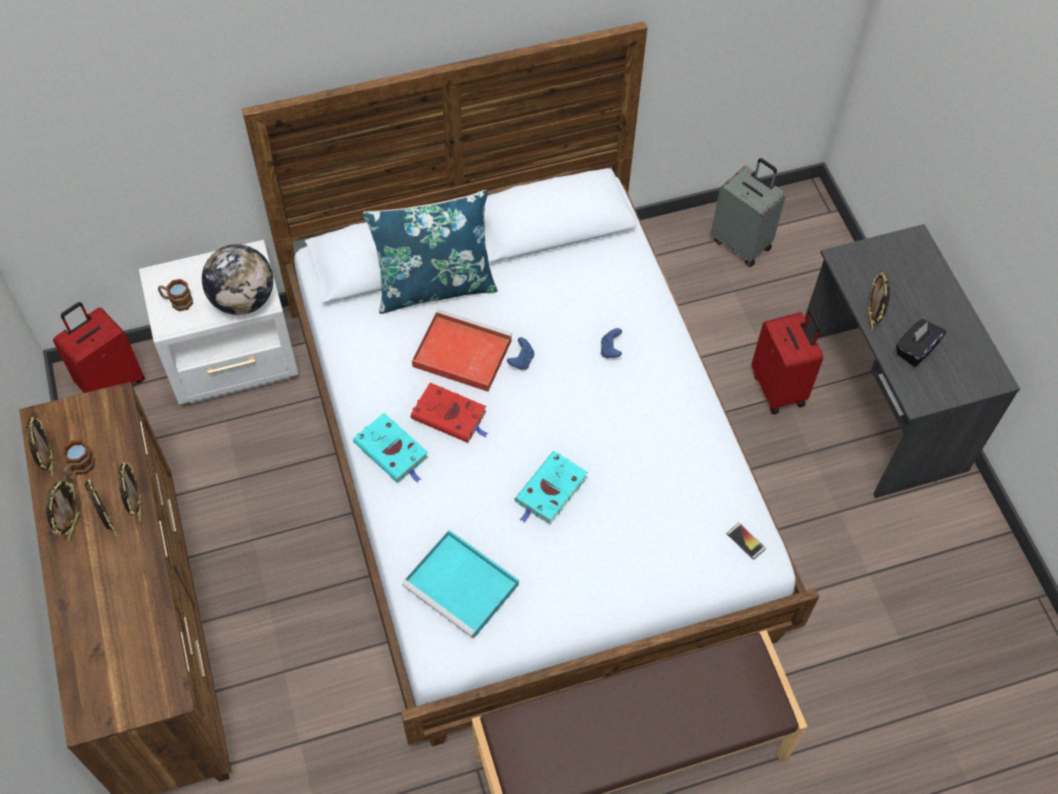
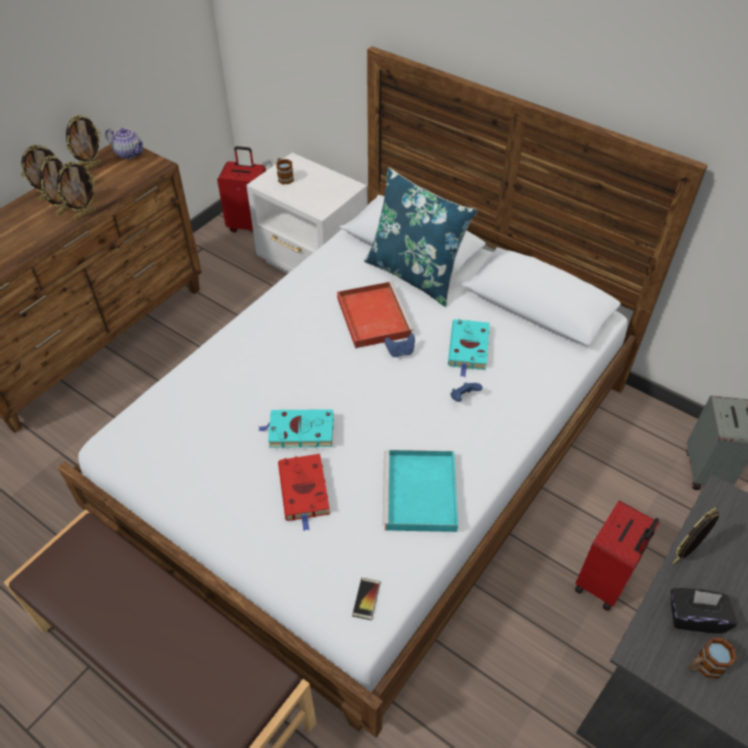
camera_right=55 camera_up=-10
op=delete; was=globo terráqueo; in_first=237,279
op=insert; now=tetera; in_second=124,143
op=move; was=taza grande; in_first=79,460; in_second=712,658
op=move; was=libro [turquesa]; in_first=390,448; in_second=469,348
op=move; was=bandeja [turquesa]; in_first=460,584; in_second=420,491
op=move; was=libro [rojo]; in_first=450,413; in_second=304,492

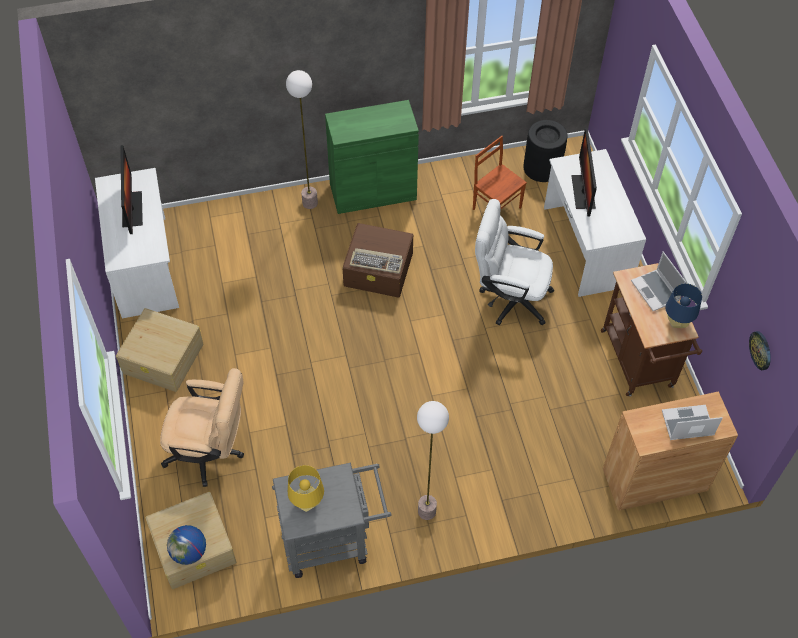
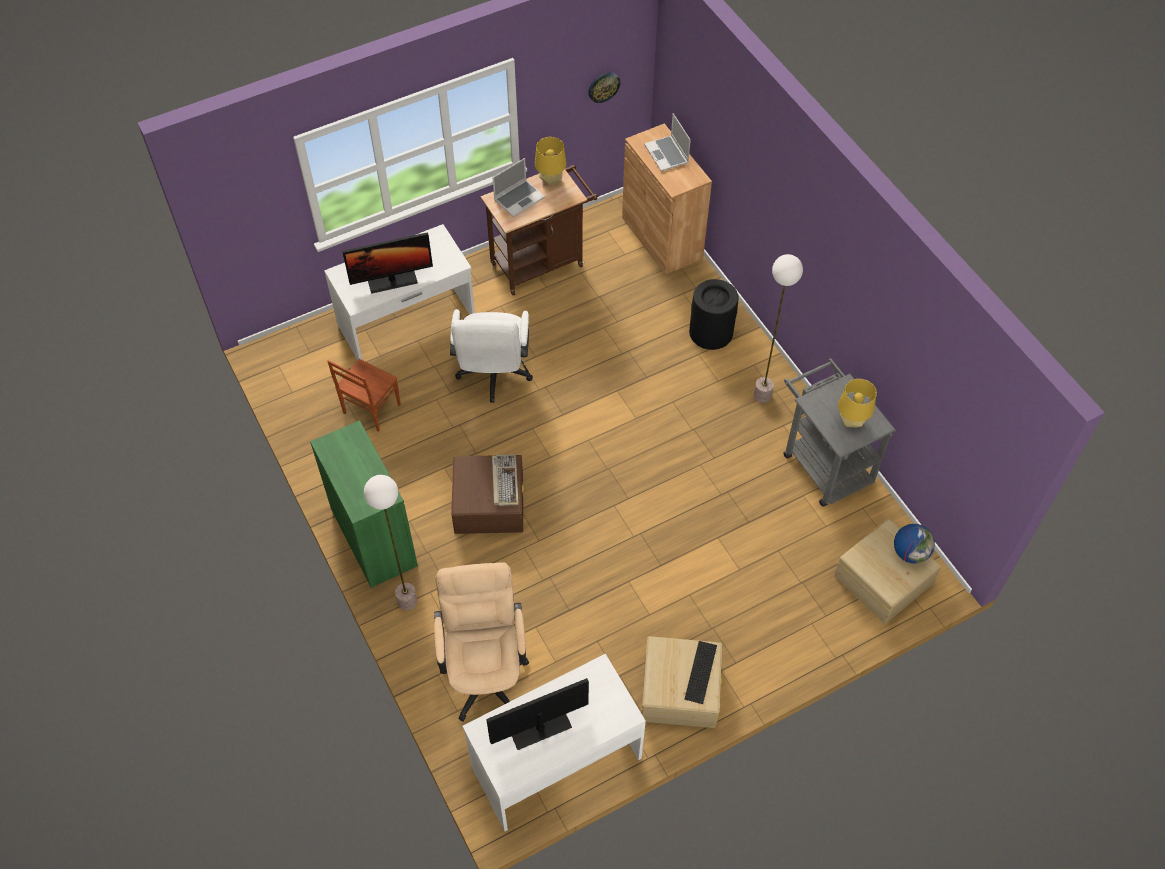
camera_right=-105 camera_up=0
op=insert; now=teclado; in_second=701,672
op=move; was=silla de oficina [beis]; in_first=202,427; in_second=481,642
op=move; was=papelera [negro]; in_first=545,151; in_second=714,314
op=recolor; was=lámpara de mesa [azul]; now=lámpara de mesa [amarillo]; in_first=683,305; in_second=550,161

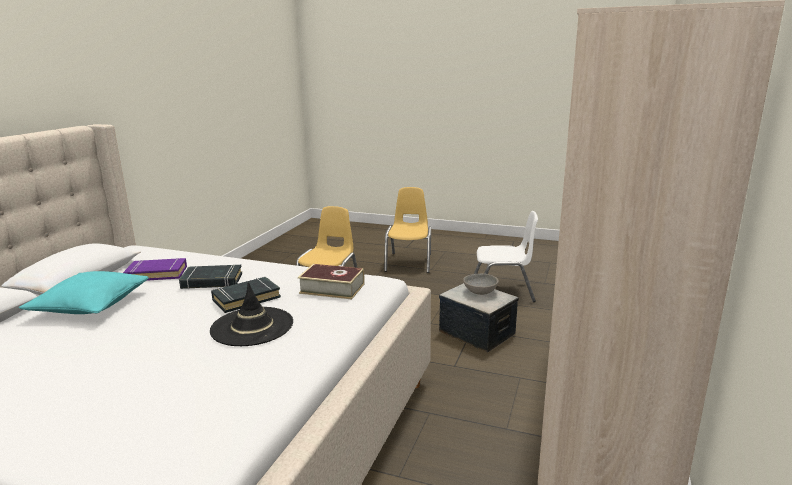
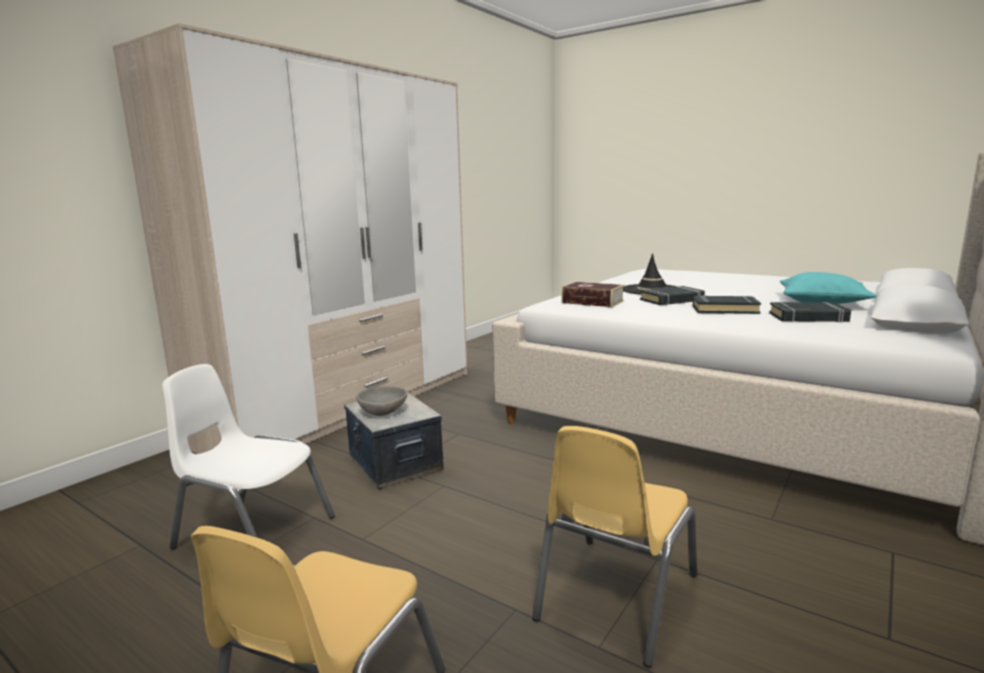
camera_right=-165 camera_up=-5
op=recolor; was=libro [morado]; now=libro [negro]; in_first=155,269; in_second=810,312

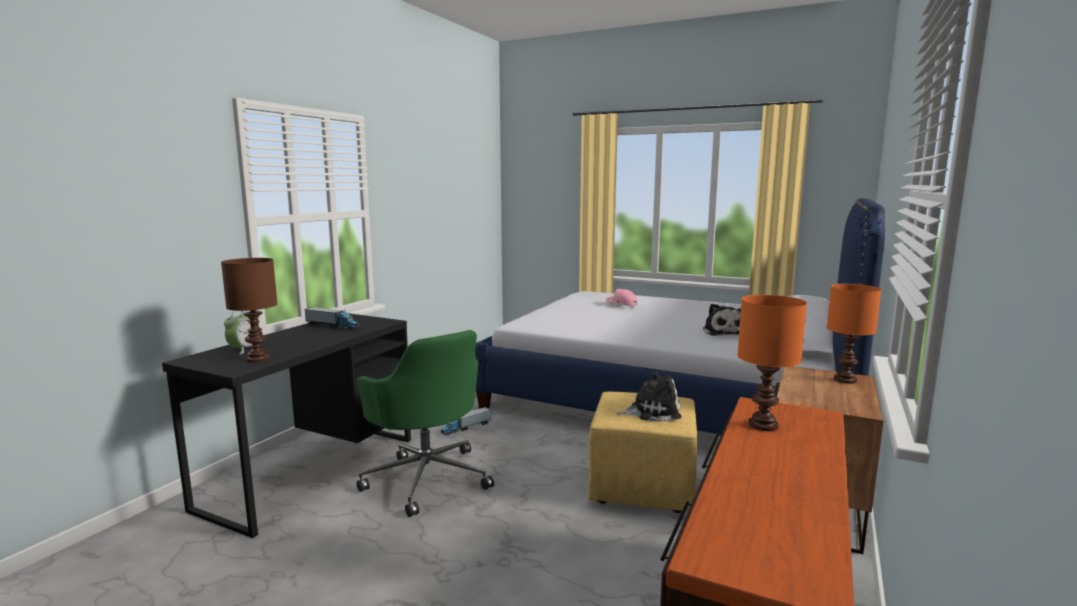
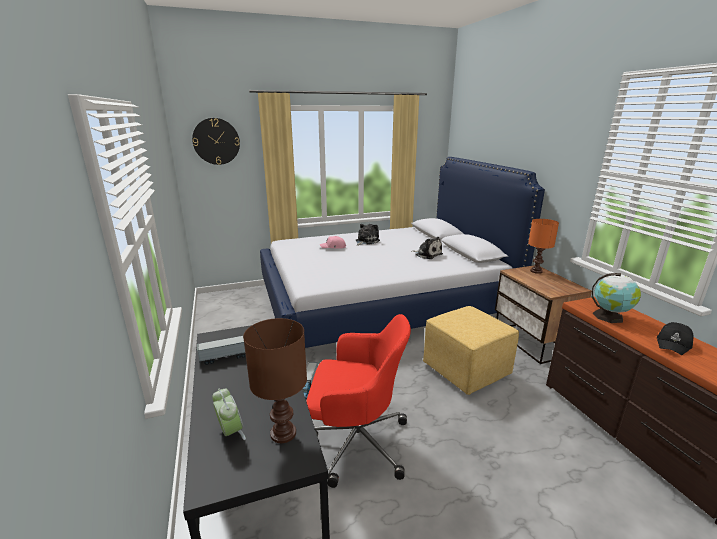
camera_right=-45 camera_up=10
op=insert; now=reloj de pared; in_second=216,141
op=insert; now=gorra [negro]; in_second=675,338
op=move; was=peluche; in_first=649,396; in_second=367,235
op=replace; was=lámpara de mesa [naranja]; now=globo terráqueo; in_first=772,363; in_second=616,298
op=recolor; was=silla de oficina [verde]; now=silla de oficina [rojo]; in_first=425,423; in_second=358,401

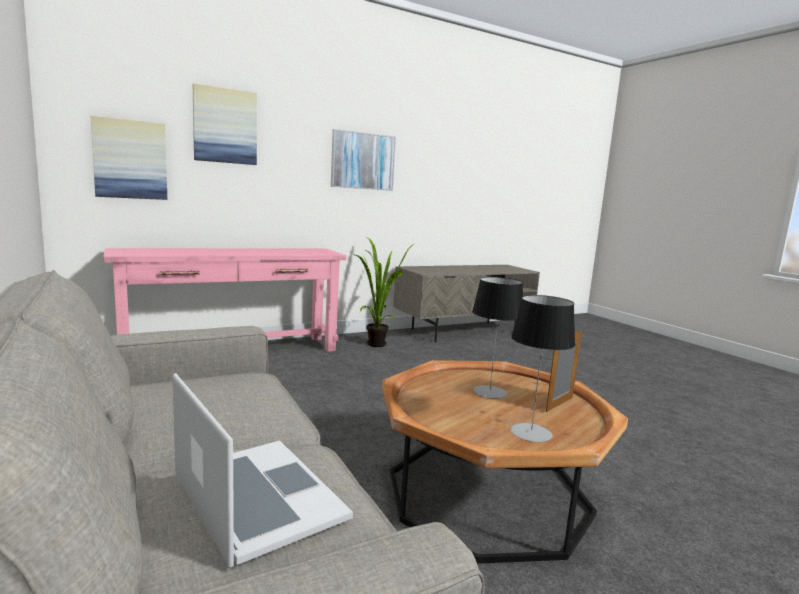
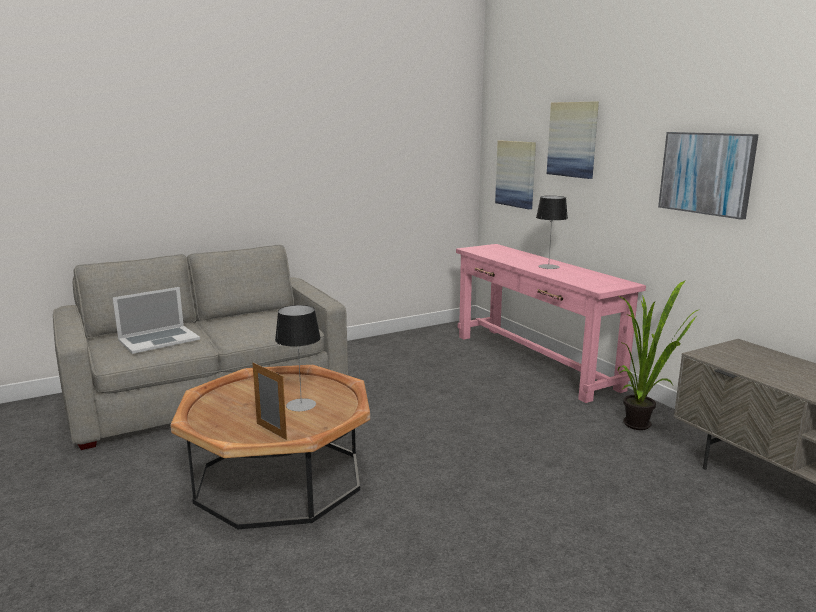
camera_right=90 camera_up=5
op=move; was=lámpara de mesa; in_first=543,368; in_second=552,232

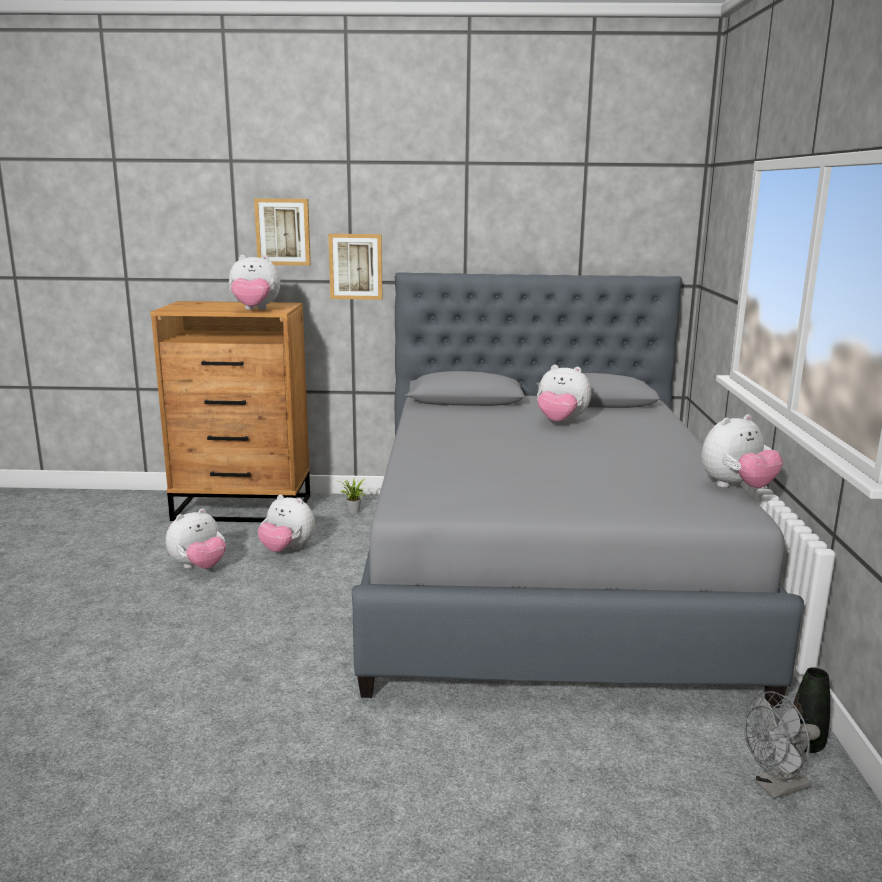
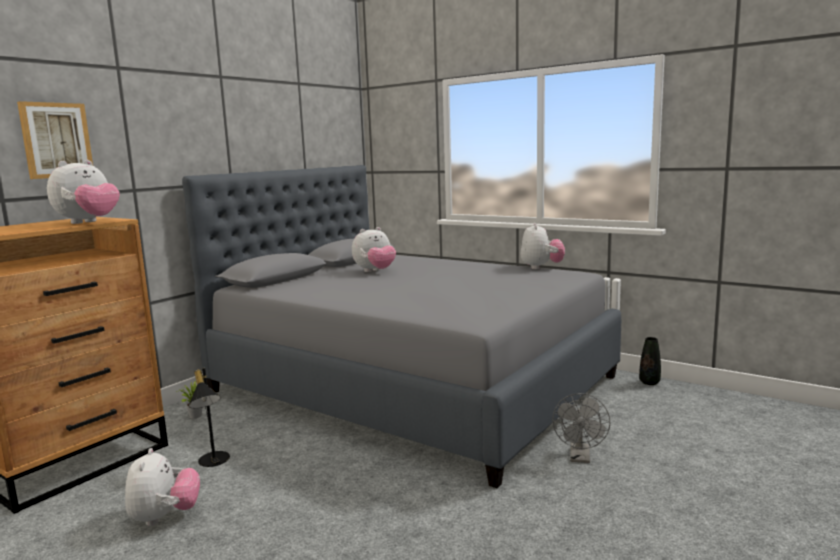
camera_right=-55 camera_up=-5
op=delete; was=cuadro; in_first=355,267
op=move; was=ventilador [gris]; in_first=782,745; in_second=581,428
op=replace; was=peluche; now=lámpara de mesa [negro]; in_first=286,523; in_second=209,417

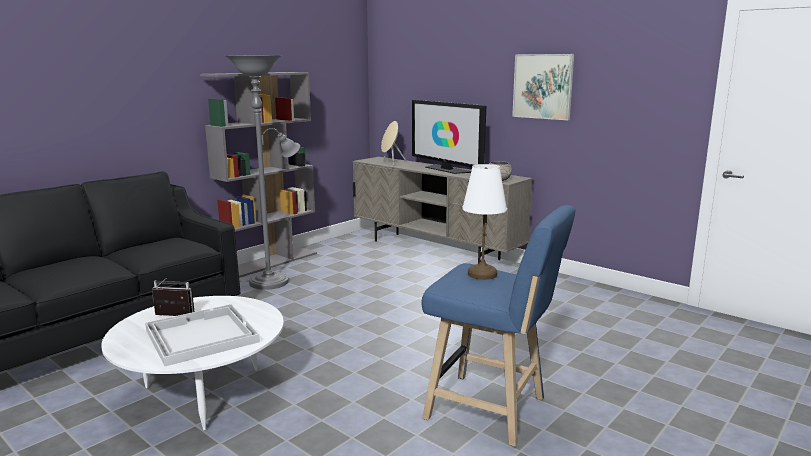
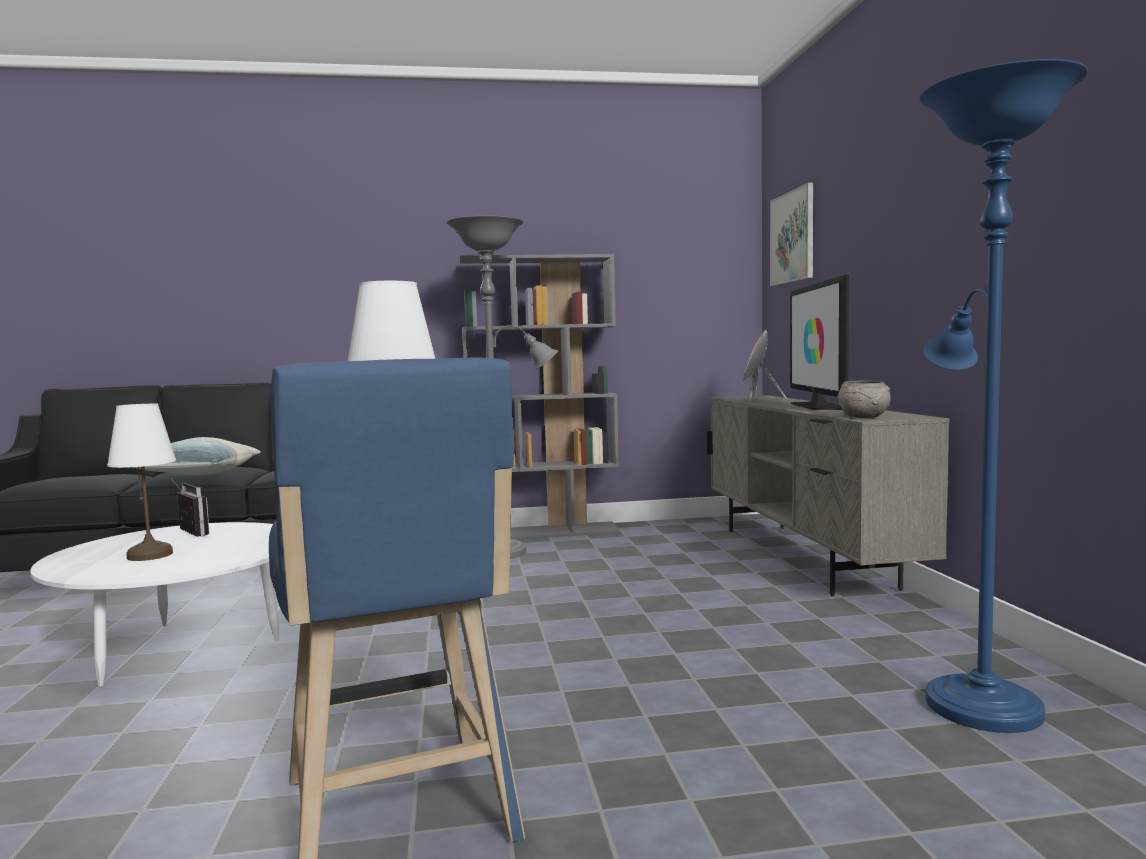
camera_right=40 camera_up=-10
op=insert; now=cojín; in_second=197,456
op=insert; now=lámpara de pie [azul]; in_second=1003,396
op=move; was=cuadro; in_first=543,87; in_second=791,234
op=replace; was=bandeja [blanco]; now=lámpara de mesa [blanco]; in_first=202,335; in_second=141,482

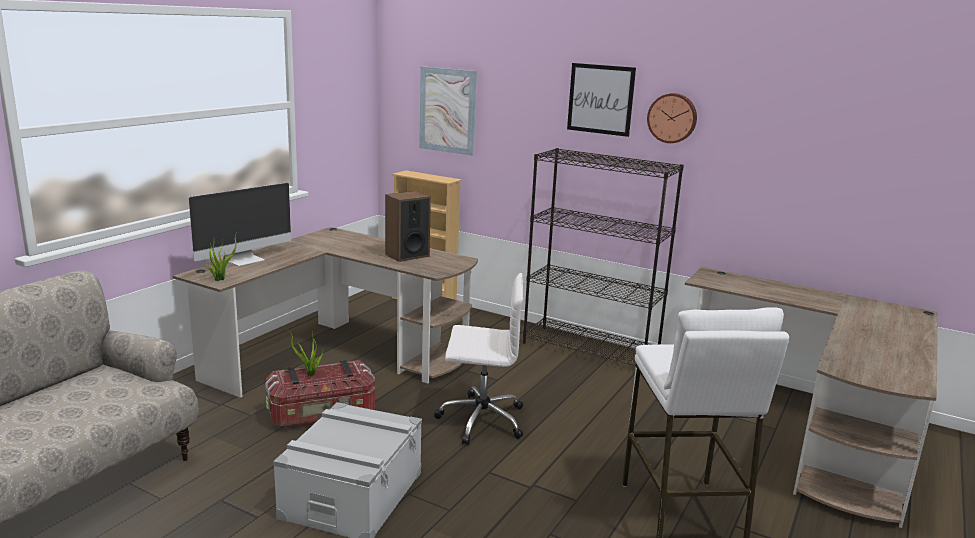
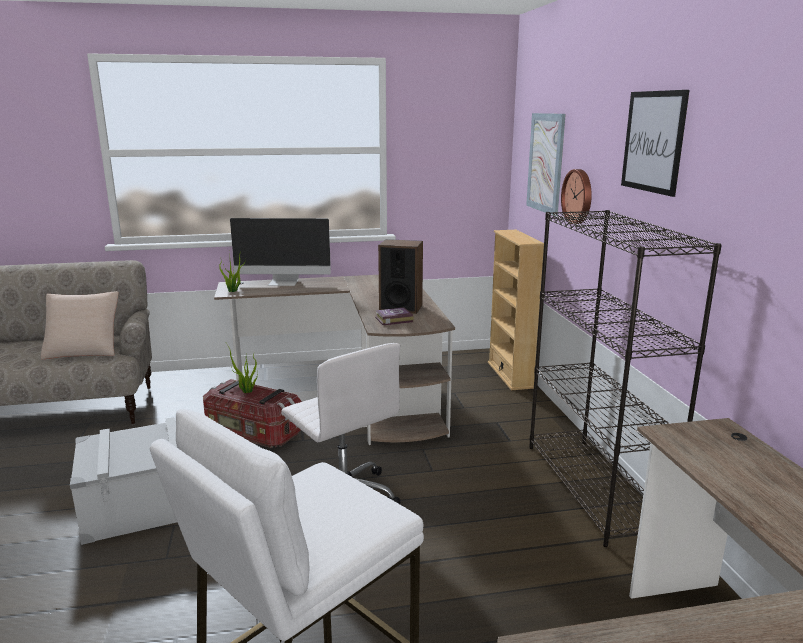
camera_right=50 camera_up=0
op=insert; now=cojín [beis]; in_second=79,325
op=insert; now=libro; in_second=394,316
op=move; was=reloj de pared; in_first=672,118; in_second=576,196

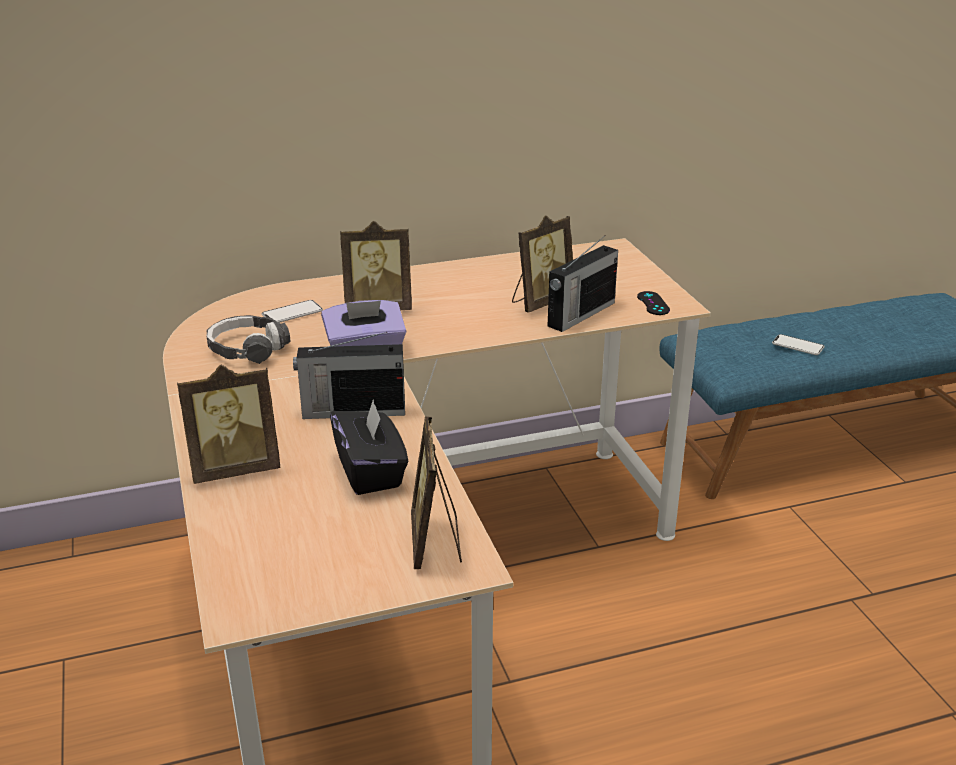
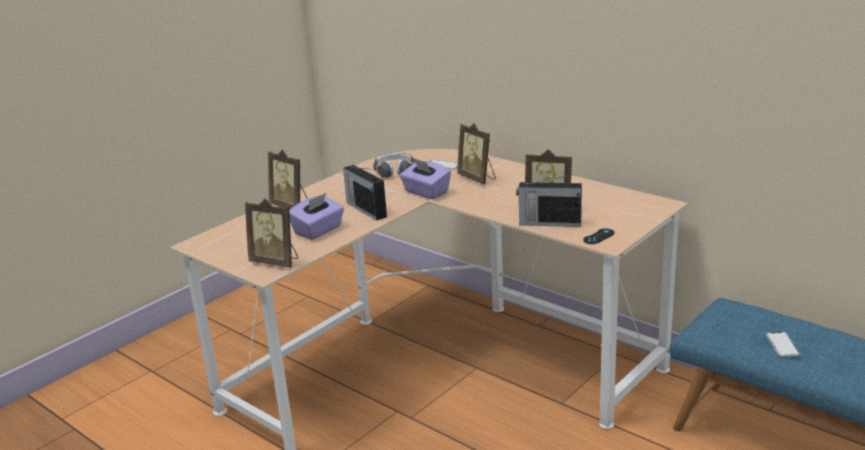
camera_right=60 camera_up=-5
op=recolor; was=caja de pañuelos [negro]; now=caja de pañuelos [morado]; in_first=369,446; in_second=316,216
op=rotate; was=portarretratos; in_first=436,493; in_second=271,233; clockwise=-120

